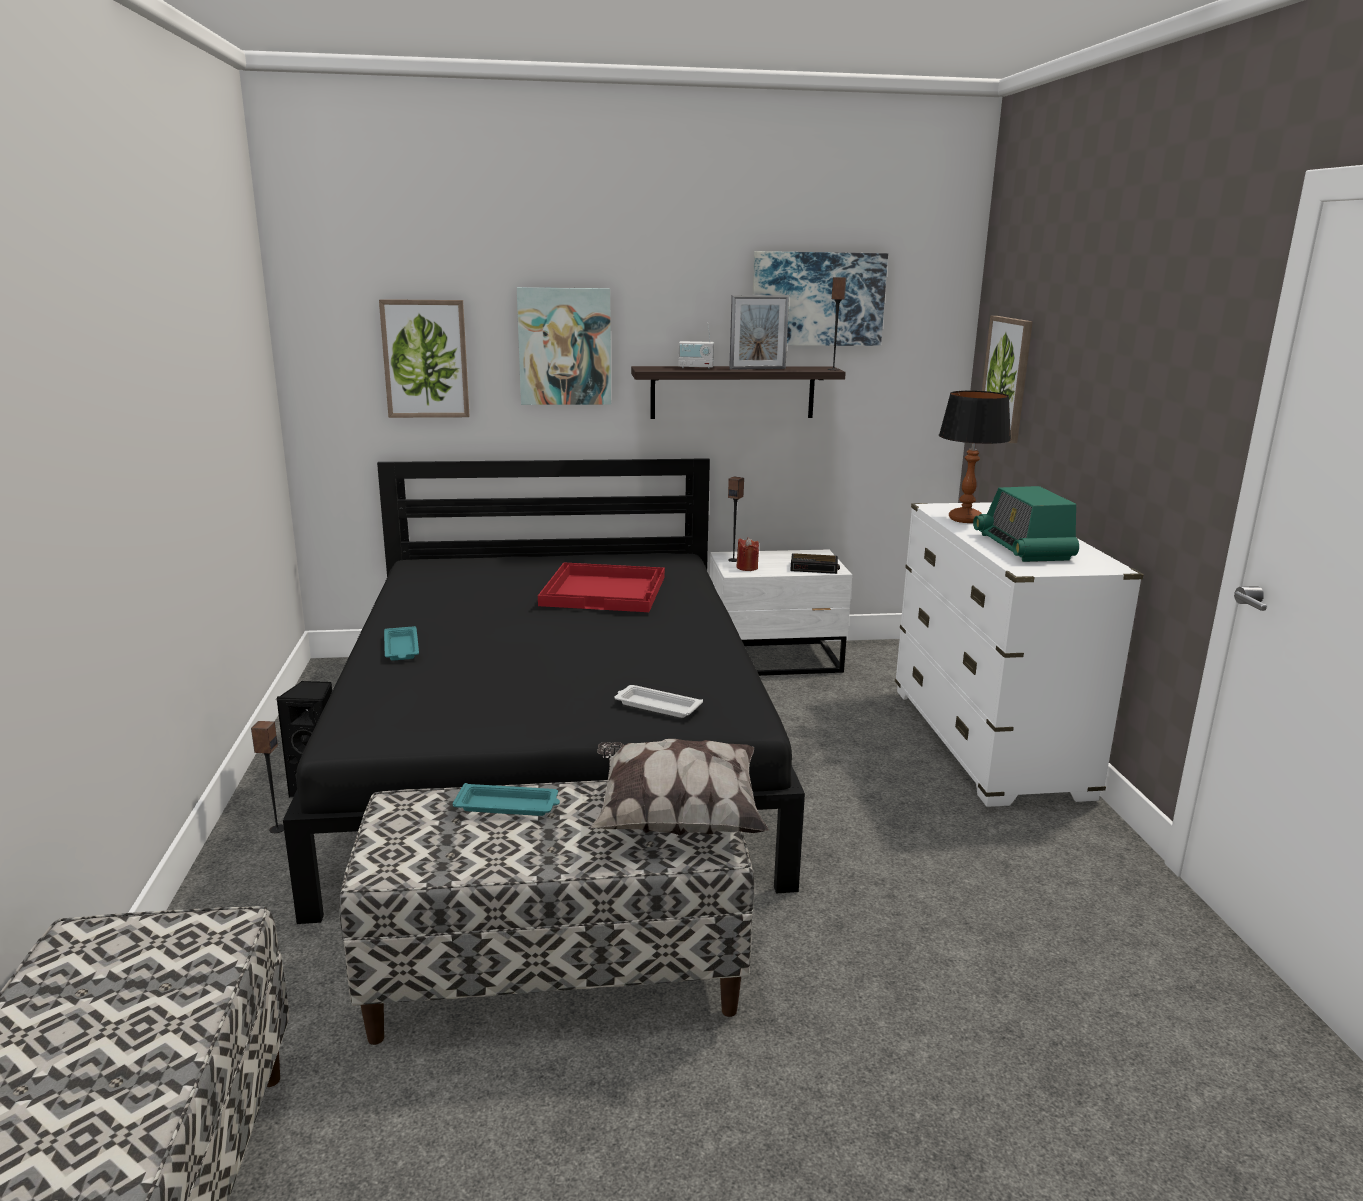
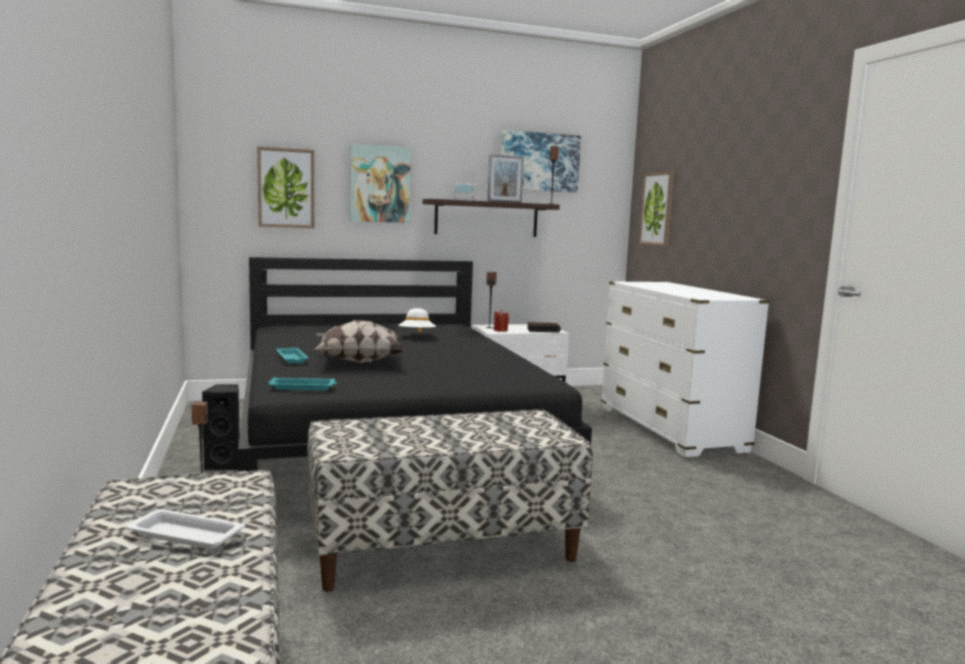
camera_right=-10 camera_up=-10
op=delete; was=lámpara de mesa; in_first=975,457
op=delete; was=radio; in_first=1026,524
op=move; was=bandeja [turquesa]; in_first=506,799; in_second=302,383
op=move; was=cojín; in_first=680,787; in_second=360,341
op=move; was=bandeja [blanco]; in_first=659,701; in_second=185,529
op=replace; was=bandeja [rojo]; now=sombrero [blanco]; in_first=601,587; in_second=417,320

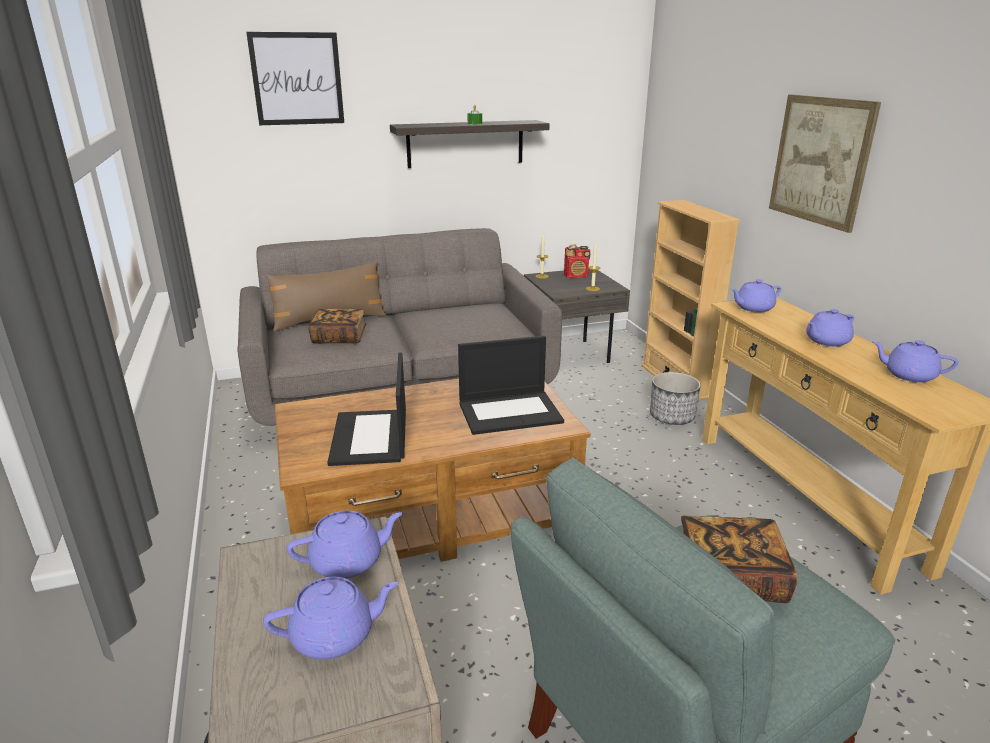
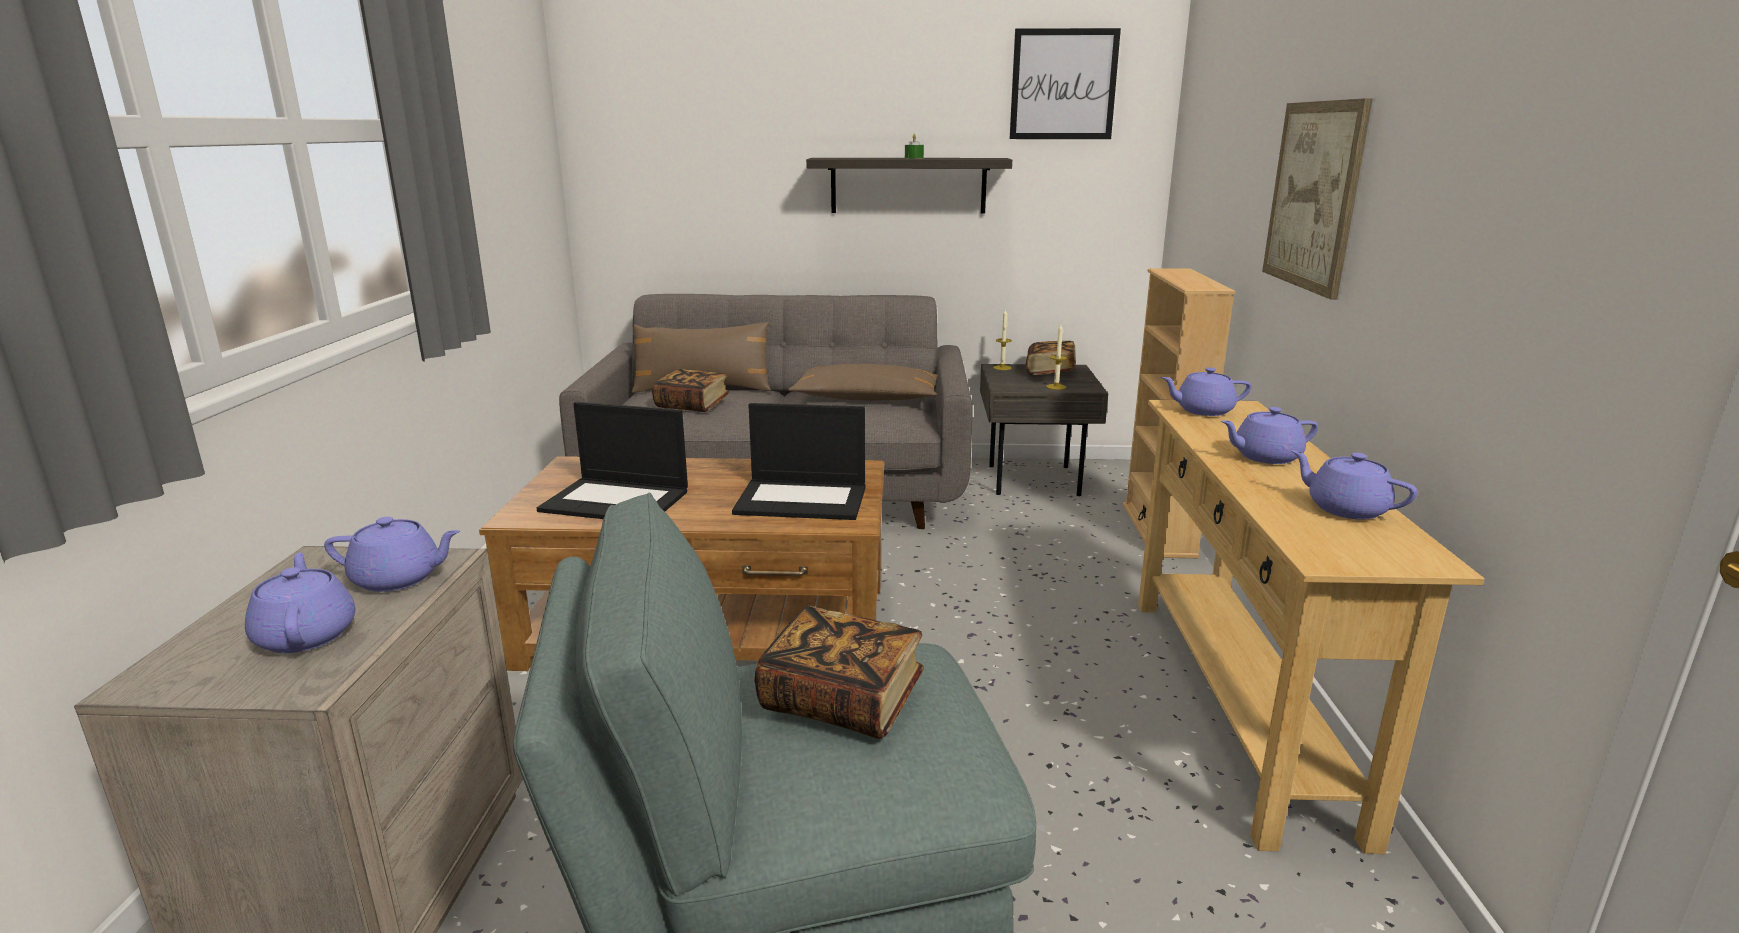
camera_right=20 camera_up=-5
op=delete; was=maceta; in_first=675,398
op=insert; now=cojín [marrón]; in_second=863,382
op=move; was=cuadro; in_first=295,78; in_second=1065,83
op=replace; was=radio; now=libro; in_first=577,261; in_second=1051,358
op=rotate; was=tetera [morado]; in_first=331,618; in_second=300,602; clockwise=-120
op=rotate; was=portátil; in_first=366,409; in_second=612,460; clockwise=-90

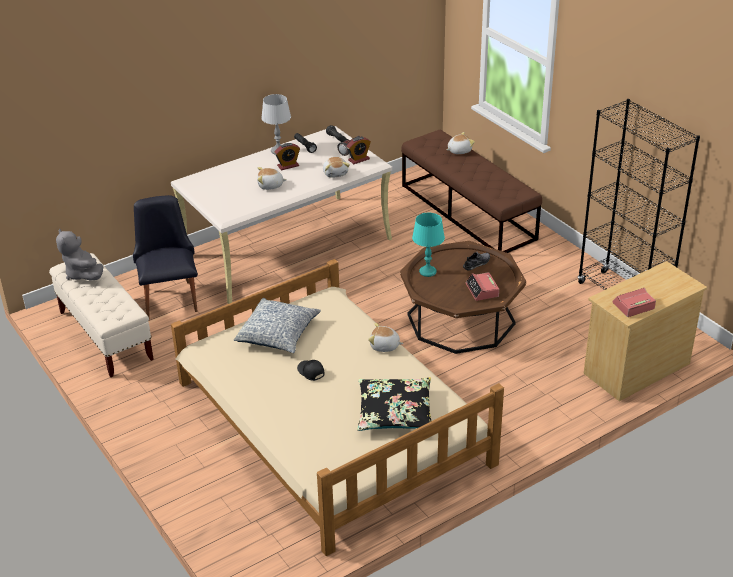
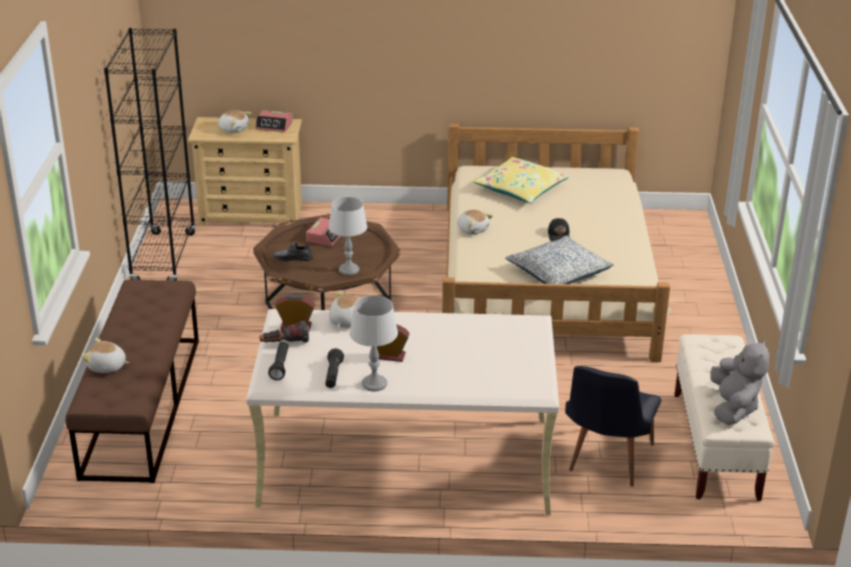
camera_right=-145 camera_up=-5
op=move; was=peluche; in_first=272,178; in_second=235,121
op=recolor; was=cojín [negro]; now=cojín [amarillo]; in_first=394,404; in_second=521,180
op=recolor; was=lámpara de mesa [turquesa]; now=lámpara de mesa [gris]; in_first=428,245; in_second=348,236

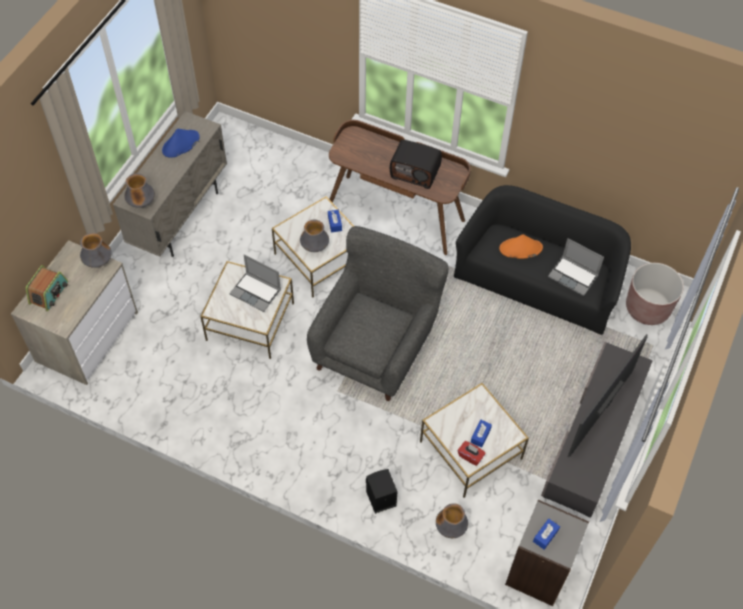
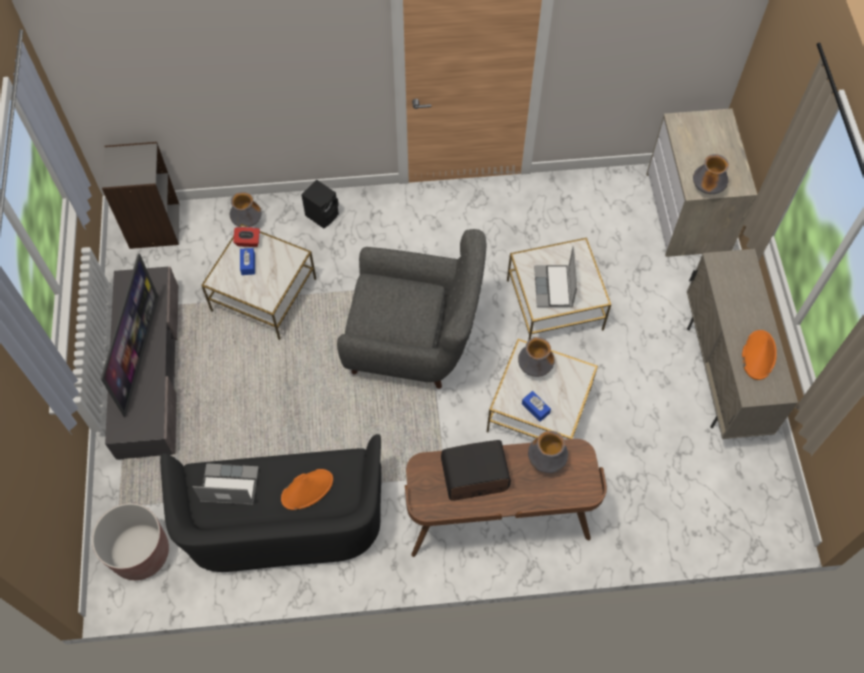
camera_right=150 camera_up=5
op=delete; was=radio; in_first=47,288
op=delete; was=caja de pañuelos [azul]; in_first=546,534
op=move; was=florero; in_first=139,190; in_second=548,452
op=recolor; was=sombrero [azul]; now=sombrero [naranja]; in_first=181,143; in_second=759,355
op=rotate; was=portátil; in_first=255,283; in_second=555,276; clockwise=-90
op=rotate; was=sillón [gris]; in_first=378,313; in_second=411,309; clockwise=-75

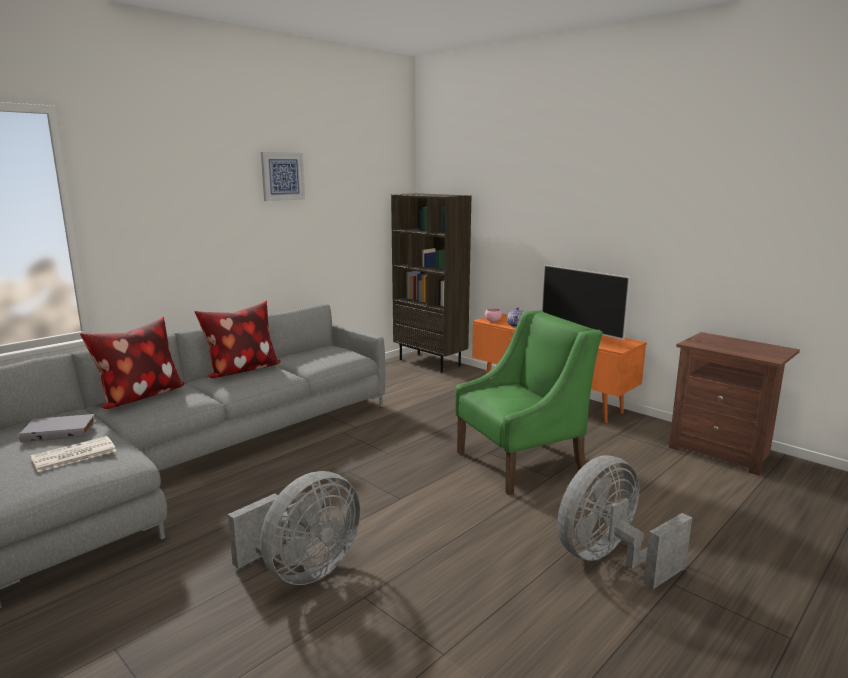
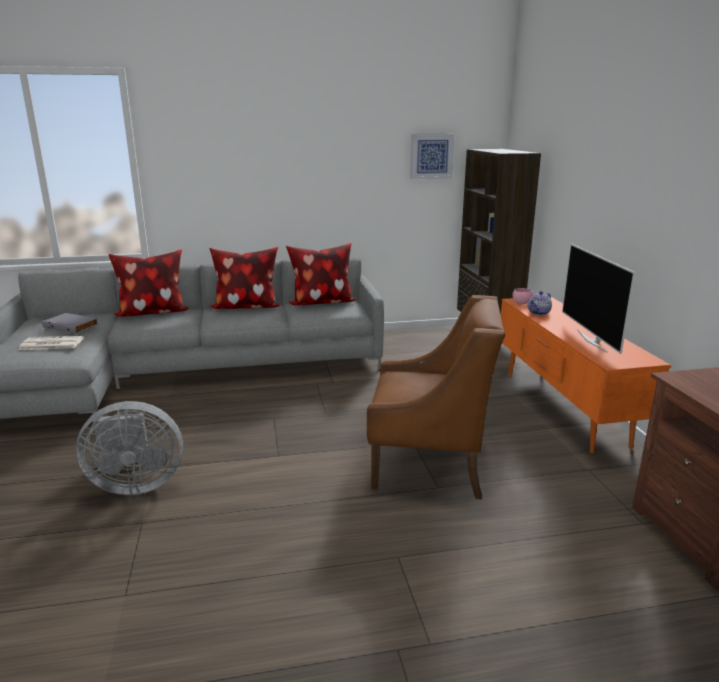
camera_right=35 camera_up=5
op=delete; was=ventilador [gris]; in_first=624,522
op=insert; now=cojín; in_second=321,274
op=move; was=cuadro; in_first=283,176; in_second=432,156
op=recolor; was=sillón [verde]; now=sillón [marrón]; in_first=529,402; in_second=436,397

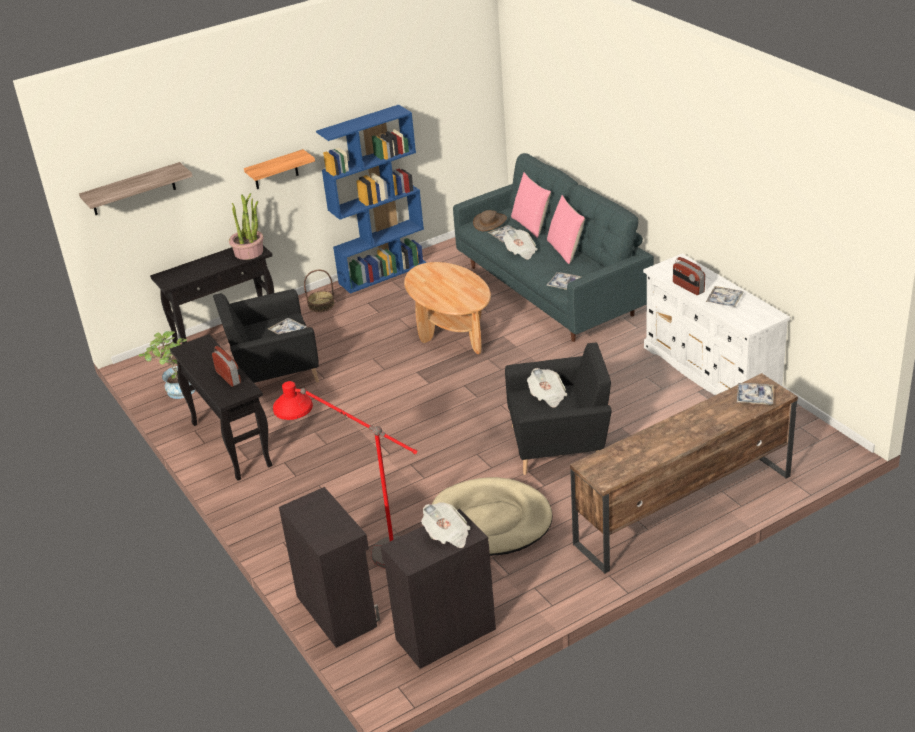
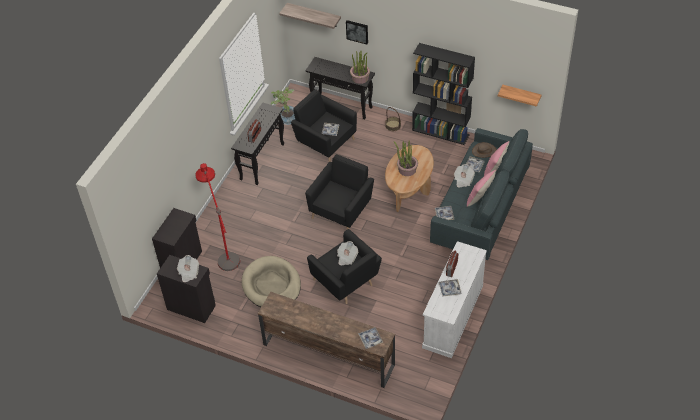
camera_right=55 camera_up=15
op=insert; now=sillón [negro]; in_second=339,191
op=insert; now=cuadro; in_second=357,32
op=insert; now=planta en maceta; in_second=406,158
op=move; was=estante; in_first=279,169; in_second=519,96
op=recolor; was=estantería [azul]; now=estantería [negro]; in_first=371,199; in_second=443,94

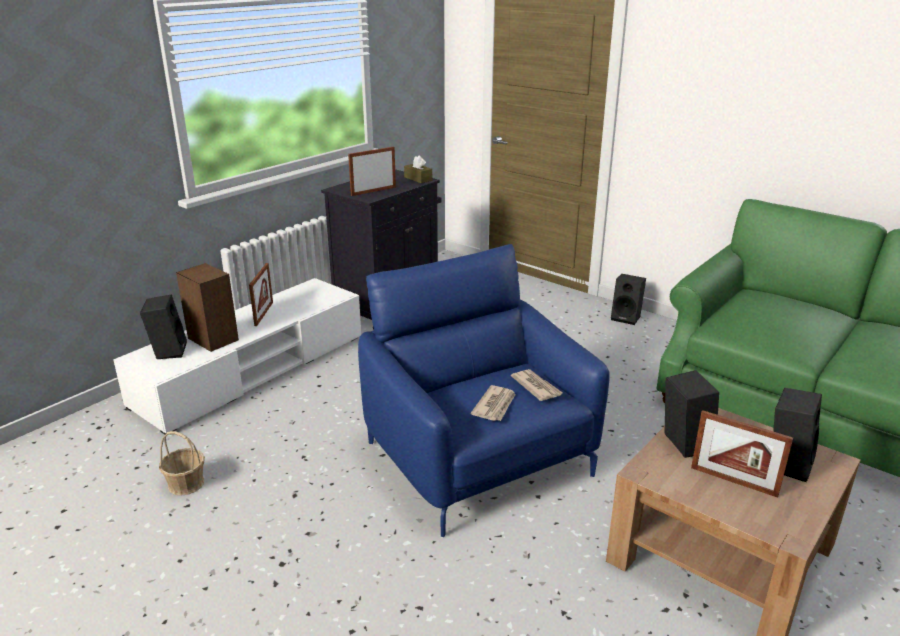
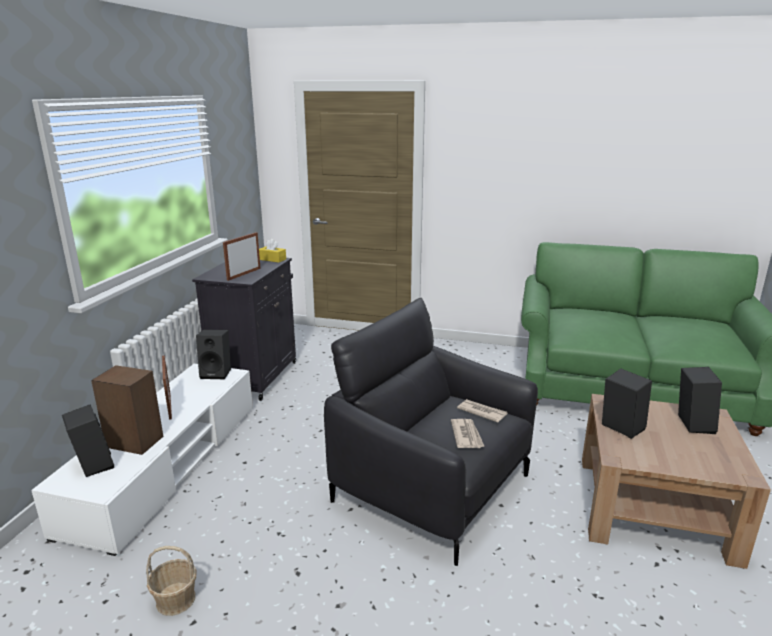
camera_right=-25 camera_up=-5
op=delete; was=portarretratos; in_first=742,454
op=move; was=altavoz [negro]; in_first=628,299; in_second=213,354
op=recolor; was=sillón [azul]; now=sillón [negro]; in_first=484,390; in_second=431,432
op=recolor; was=caja de pañuelos [marrón]; now=caja de pañuelos [amarillo]; in_first=418,169; in_second=272,251

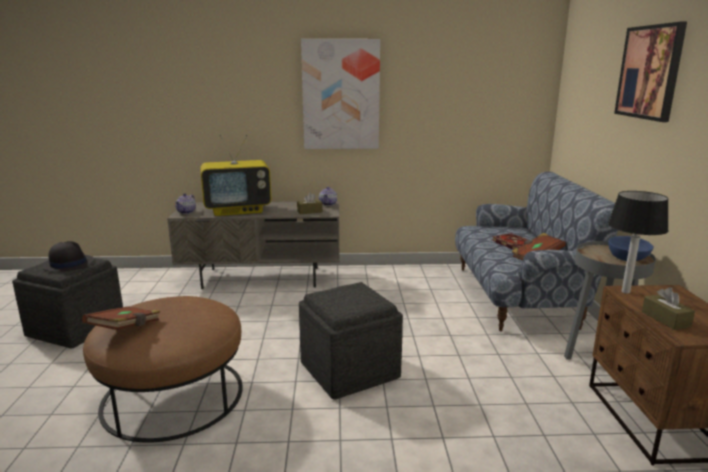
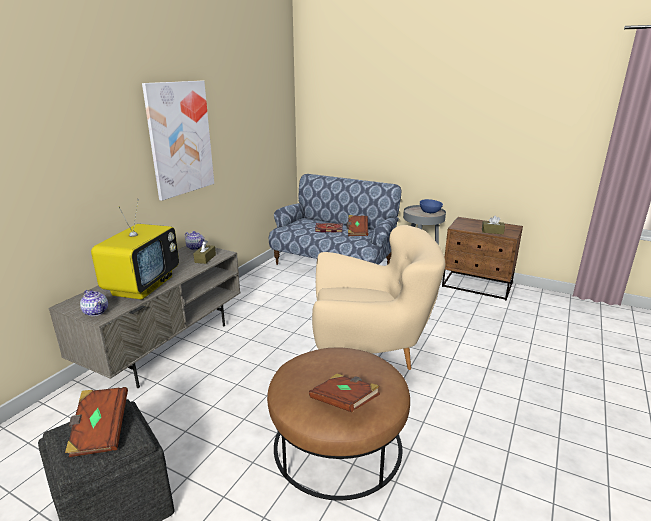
camera_right=-60 camera_up=5
op=delete; was=lámpara de mesa; in_first=638,242
op=delete; was=cuadro; in_first=650,72
op=replace; was=sombrero [negro]; now=libro [marrón]; in_first=68,256; in_second=96,422
op=replace; was=puf [gris]; now=sillón [beis]; in_first=351,341; in_second=378,297

